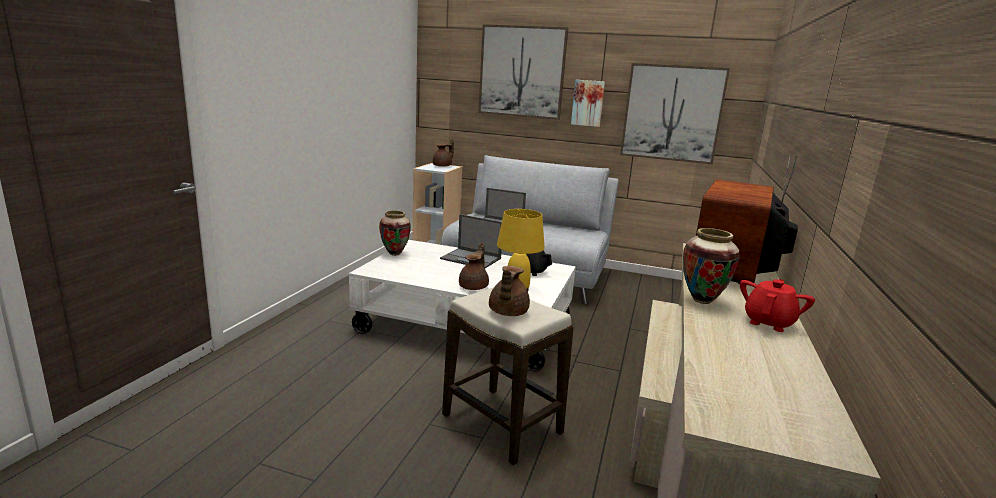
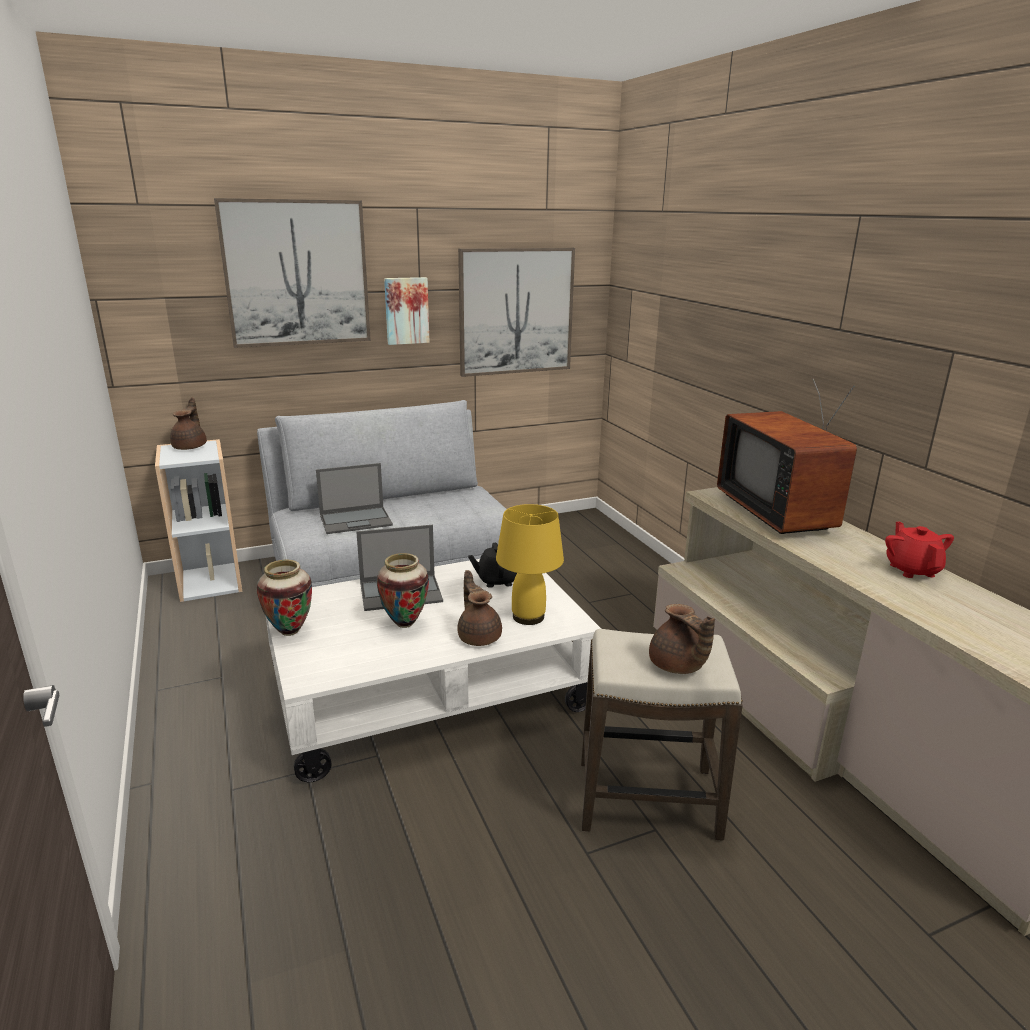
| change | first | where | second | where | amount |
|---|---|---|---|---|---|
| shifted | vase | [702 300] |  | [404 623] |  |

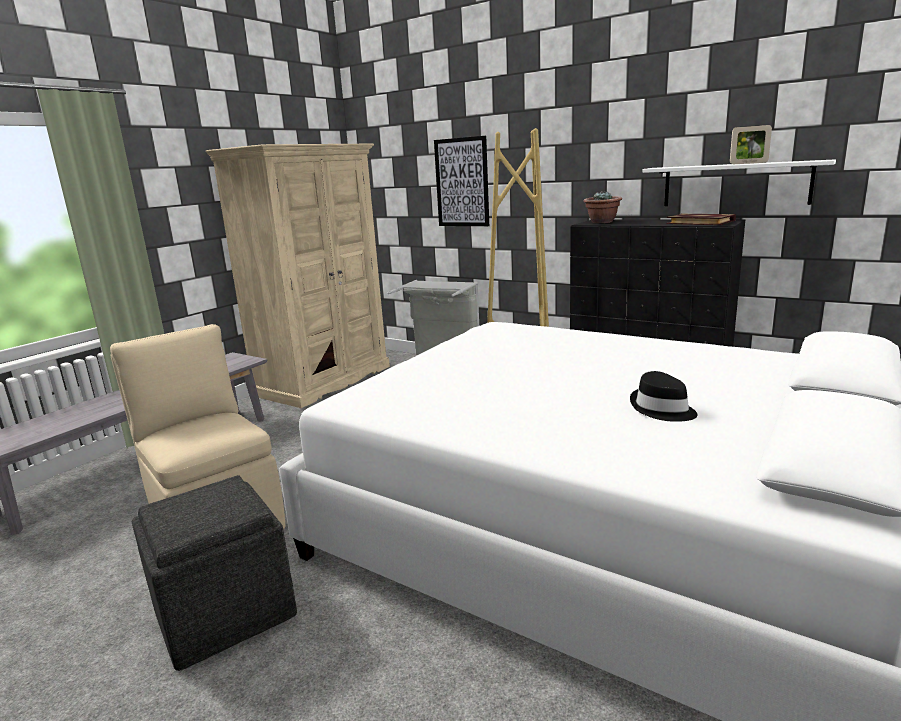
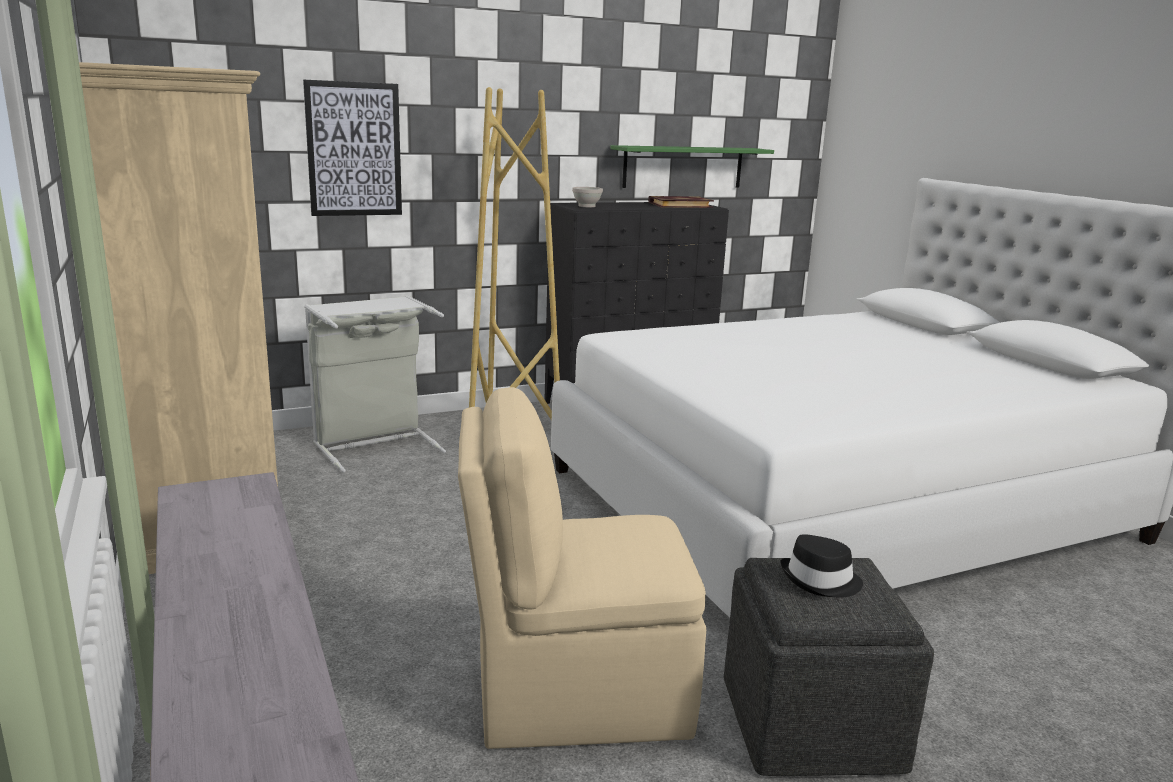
| change | first | where | second | where | amount |
|---|---|---|---|---|---|
| gone | picture frame | [748 163] |  |  |  |
| repainted | shelf in white | [735 184] | shelf in green | [683 167] |  |
| swapped | potted plant | [602 222] | bowl in white | [587 206] |  |
| shifted | hat in black | [662 409] |  | [821 581] |  |

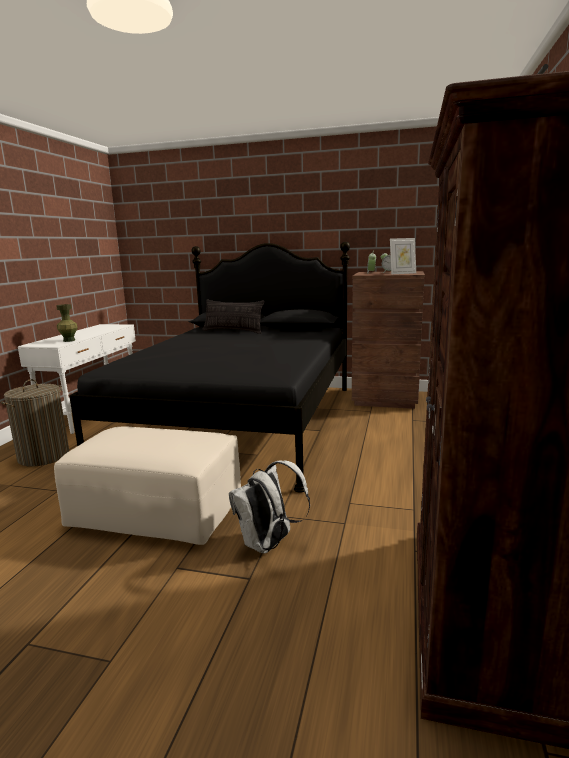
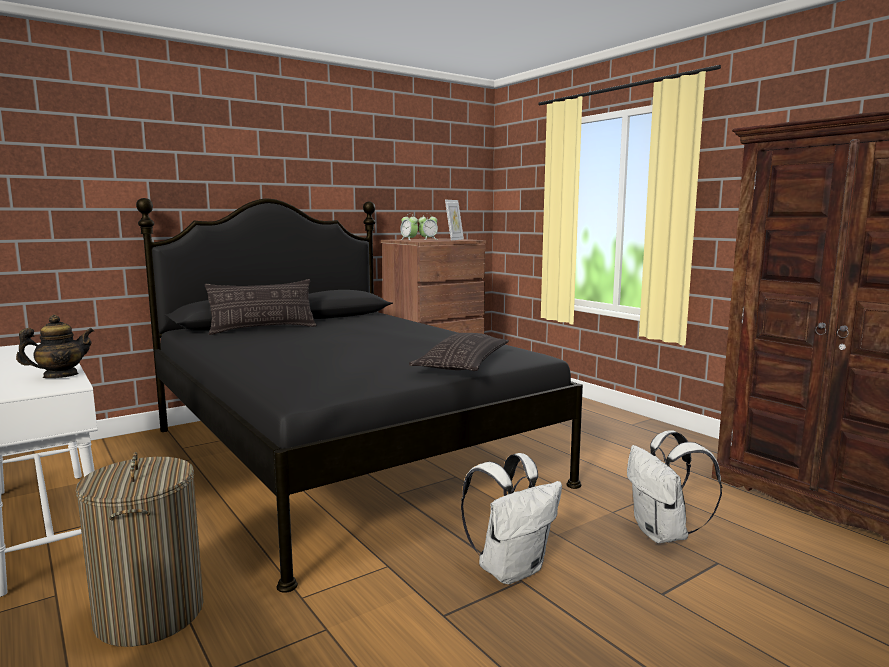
| change | first | where | second | where | amount |
|---|---|---|---|---|---|
| swapped | vase in green | [69 340] | teapot | [60 376] |  |
| swapped | ottoman in beige | [157 510] | backpack in white | [511 569] |  |
| new |  |  | pillow | [462 363] |  |

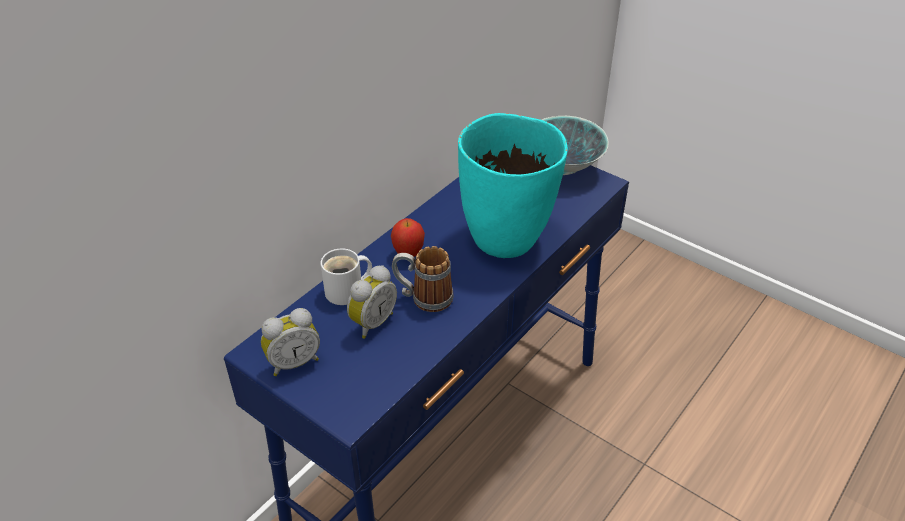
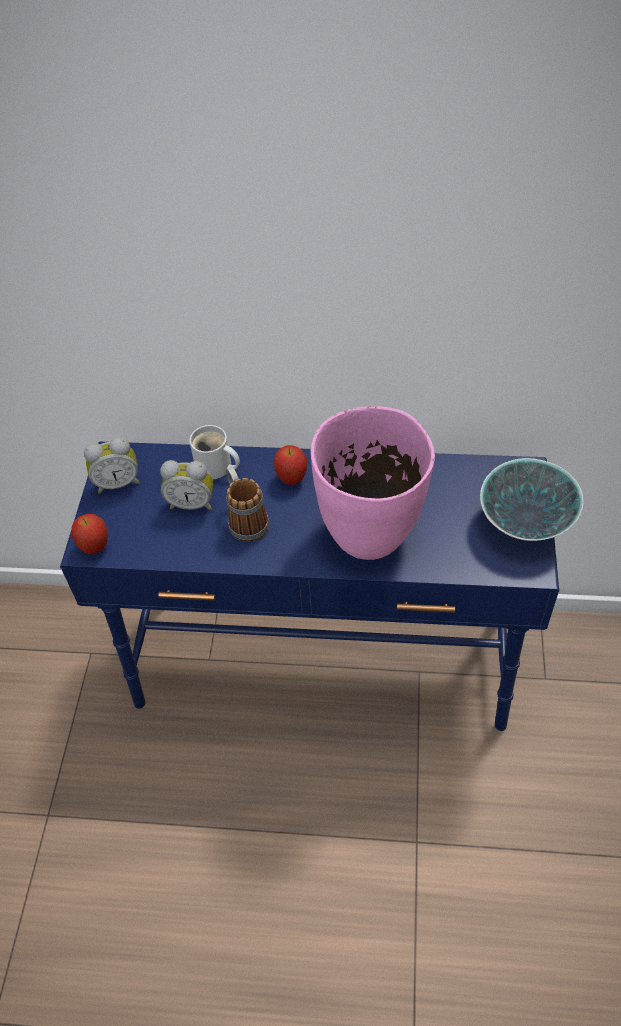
| change | first | where | second | where | amount |
|---|---|---|---|---|---|
| repainted | vase in turquoise | [506 238] | vase in pink | [371 535] |  |
| rotated | alarm clock | [293 362] |  | [118 482] | 45 degrees counterclockwise |
| new |  |  | apple | [95 547] |  |

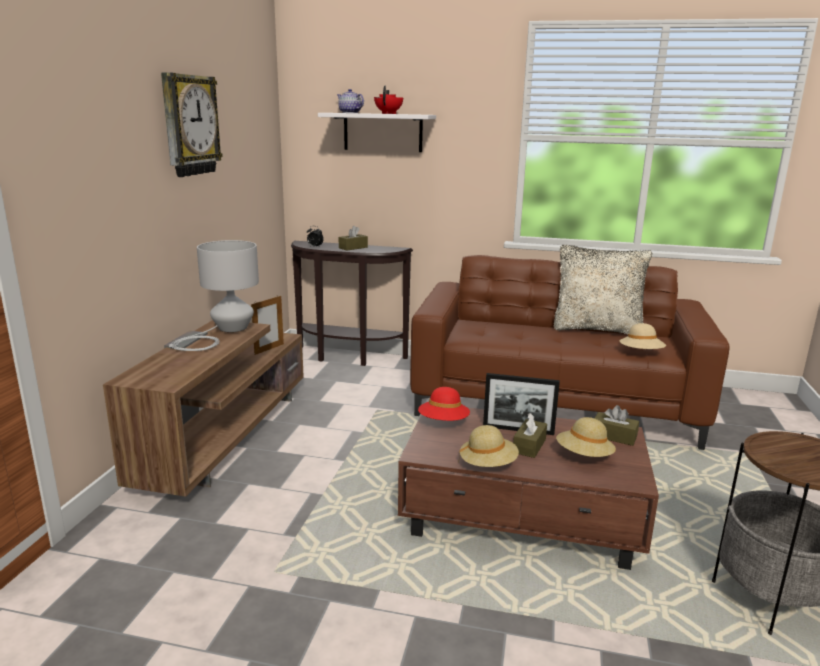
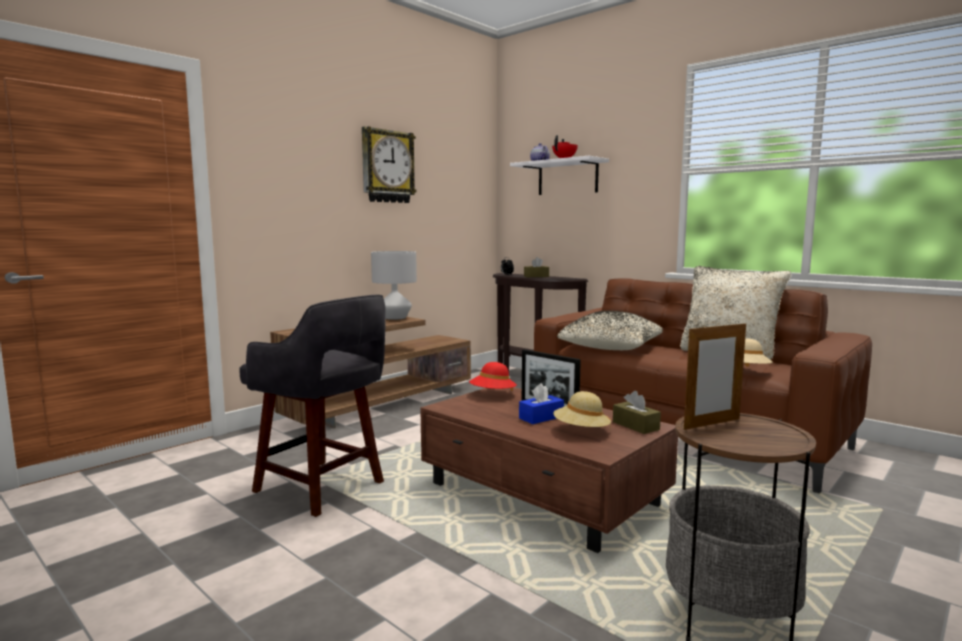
| change | first | where | second | where | amount |
|---|---|---|---|---|---|
| shifted | picture frame | [269 349] |  | [712 424] |  |
| repainted | tissue box in brown | [529 446] | tissue box in blue | [541 417] |  |
| gone | hat in beige | [488 464] |  |  |  |
| new |  |  | stool in grey | [322 489] |  |
| new |  |  | pillow in beige | [611 346] |  |

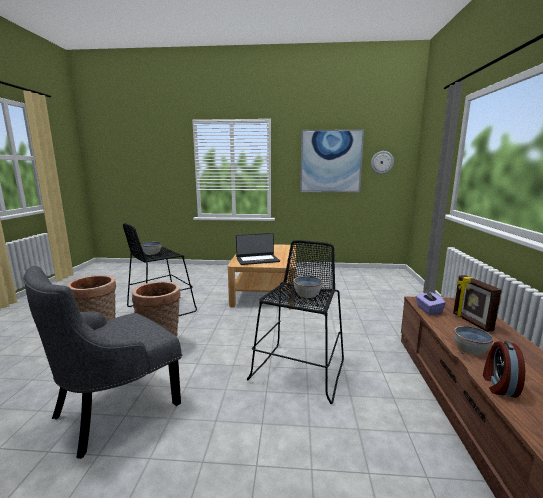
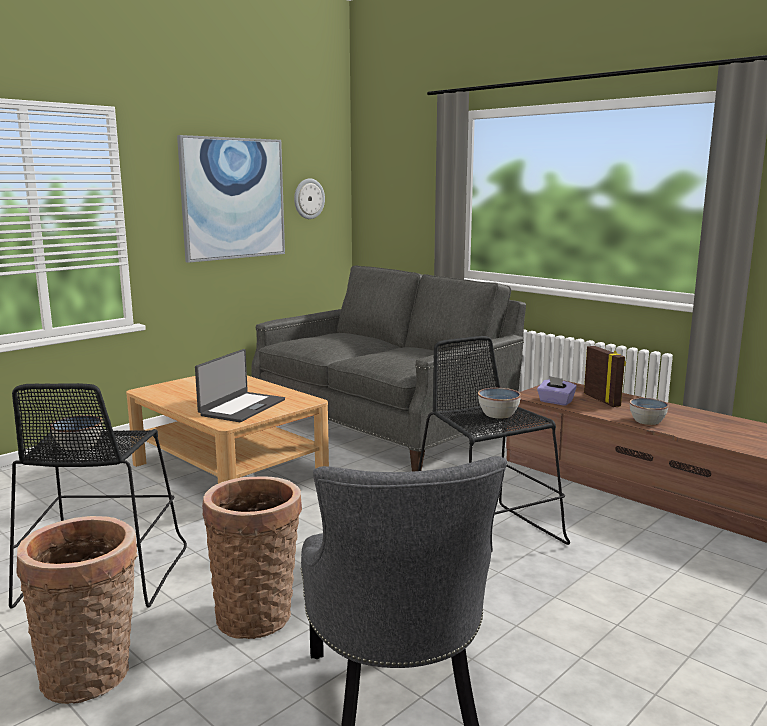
| change | first | where | second | where | amount |
|---|---|---|---|---|---|
| rotated | picture frame | [471 322] |  | [602 400] | 135 degrees counterclockwise |
| gone | alarm clock | [498 385] |  |  |  |
| new |  |  | sofa in grey | [384 423] |  |

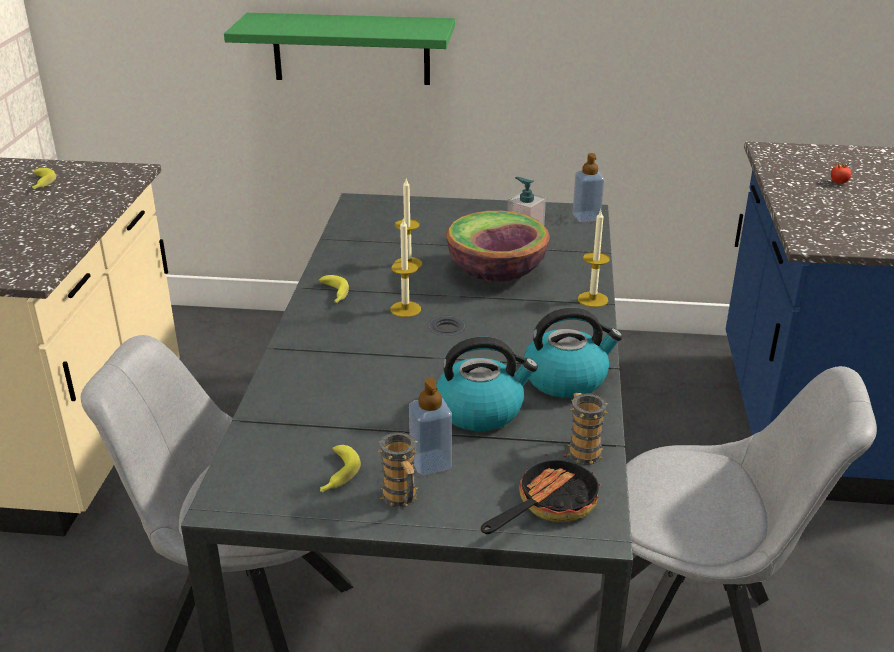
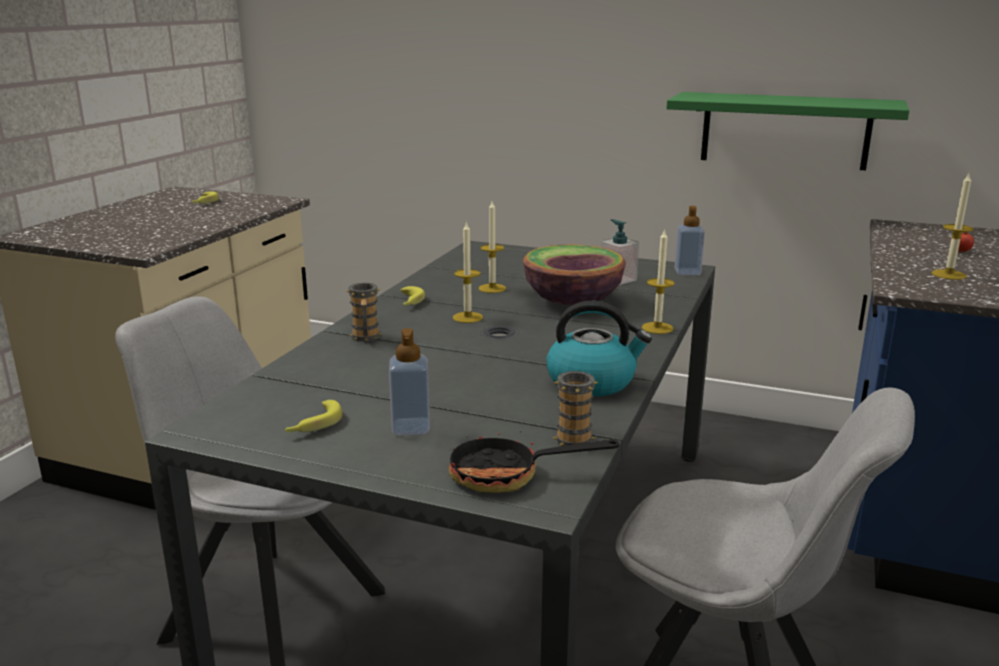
| change | first | where | second | where | amount |
|---|---|---|---|---|---|
| shifted | shelf in green | [351 49] |  | [784 130] |  |
| gone | kettle | [481 410] |  |  |  |
| shifted | mug | [402 500] |  | [365 338] |  |
| rotated | frying pan | [548 505] |  | [508 475] | 150 degrees counterclockwise |
| new |  |  | candle | [948 274] |  |

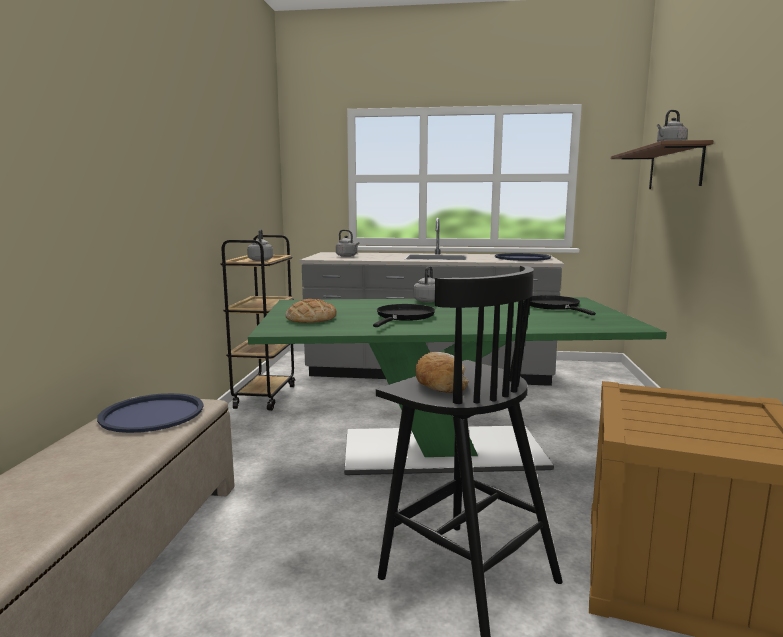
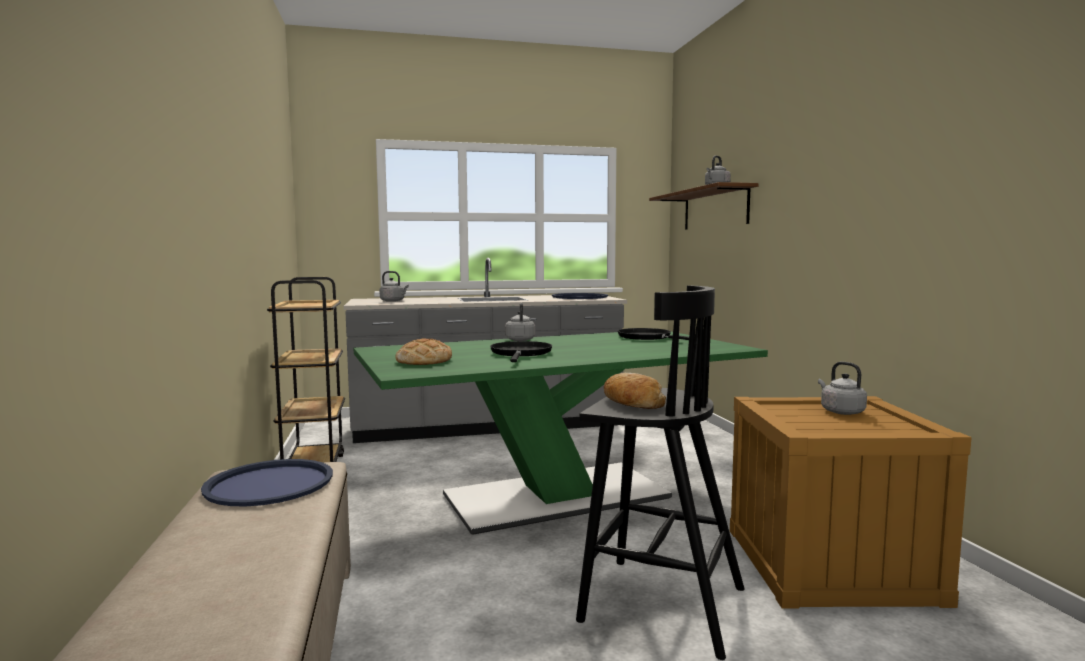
| change | first | where | second | where | amount |
|---|---|---|---|---|---|
| shifted | kettle in grey | [260 260] |  | [840 411] |  |

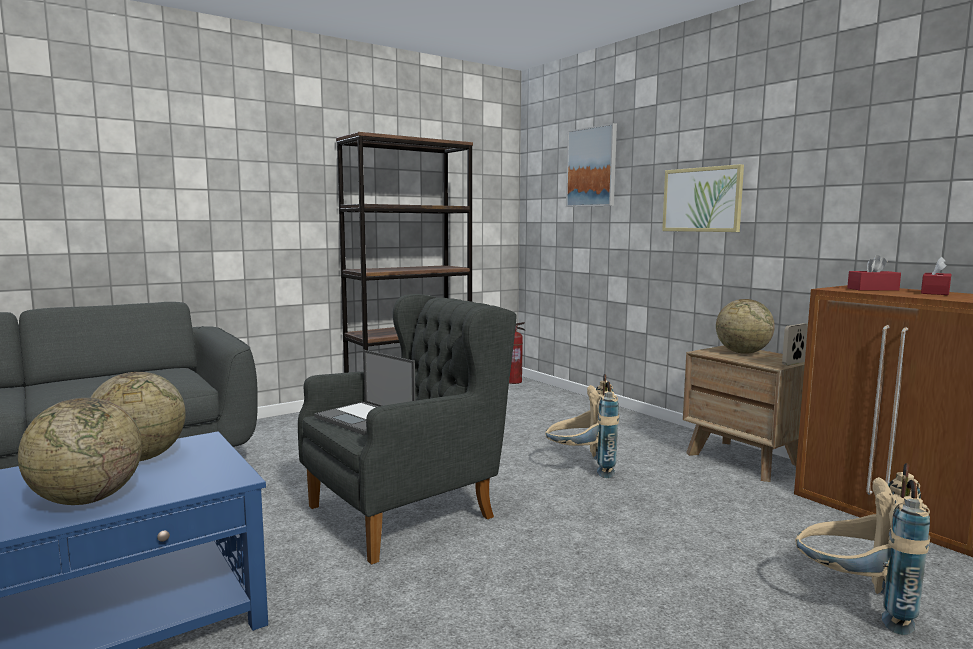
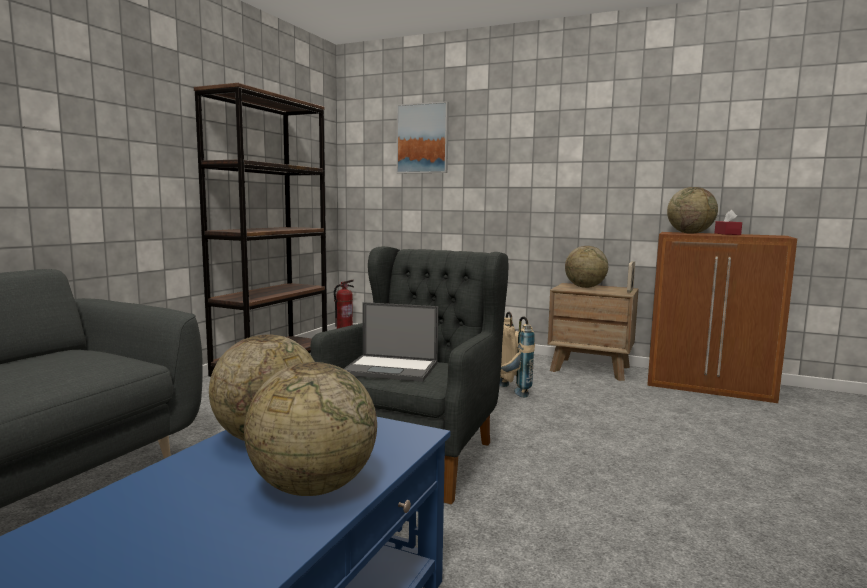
| change | first | where | second | where | amount |
|---|---|---|---|---|---|
| gone | picture | [702 199] |  |  |  |
| swapped | tissue box in red | [872 289] | globe | [690 233] |  |
| gone | backpack in beige | [855 603] |  |  |  |

